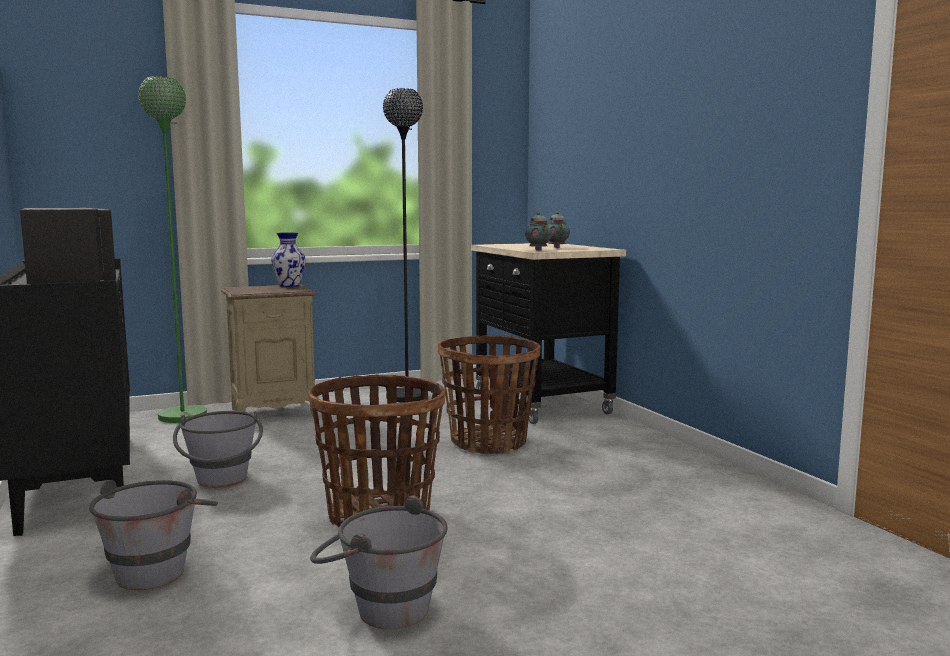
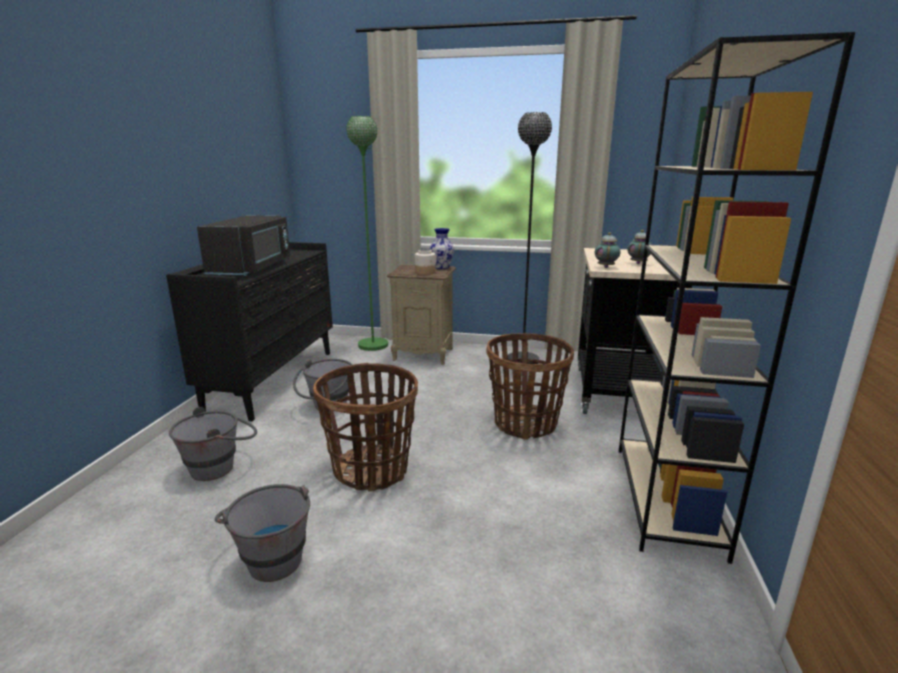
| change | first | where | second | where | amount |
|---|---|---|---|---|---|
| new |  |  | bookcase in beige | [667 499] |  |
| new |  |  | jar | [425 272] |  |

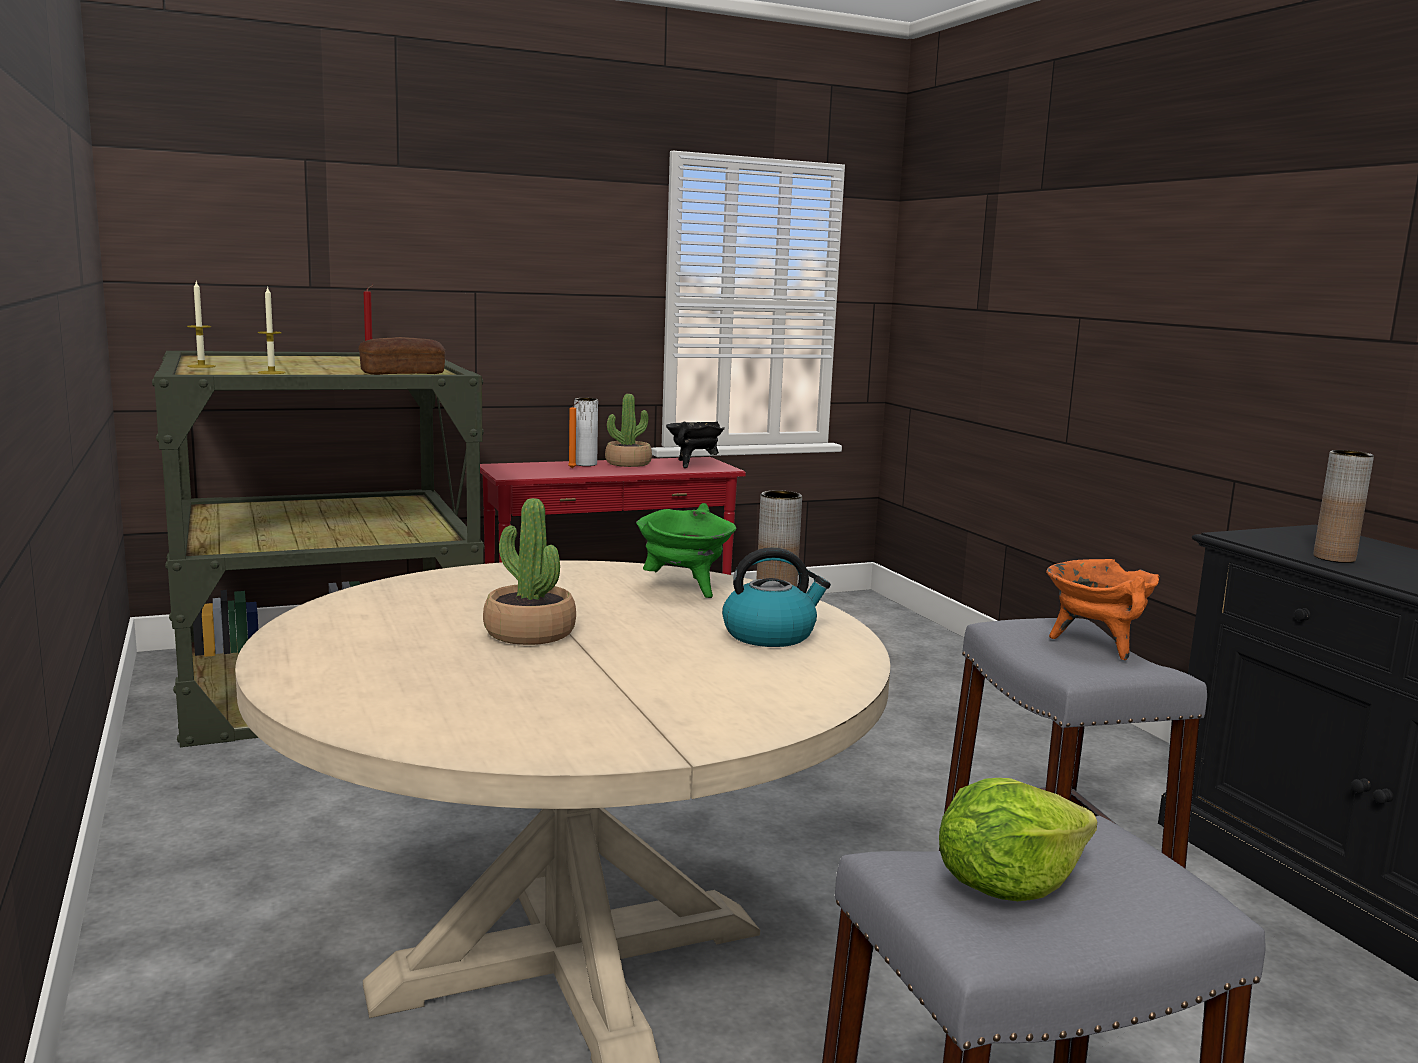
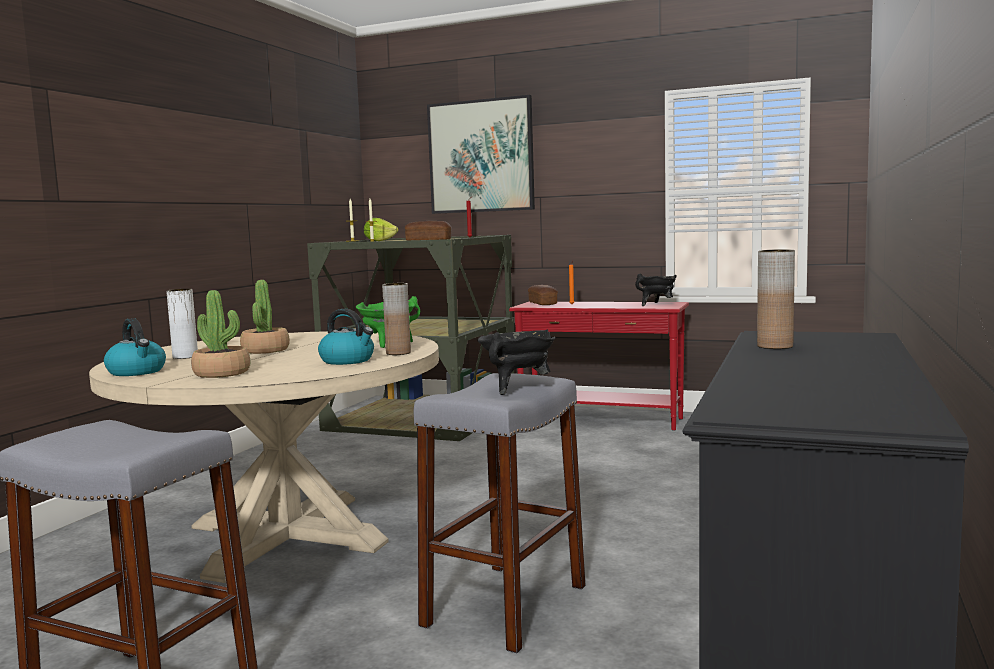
| change | first | where | second | where | amount |
|---|---|---|---|---|---|
| shifted | potted plant | [628 463] |  | [222 373] |  |
| shifted | vase in white | [585 464] |  | [185 357] |  |
| repainted | cooking pot in orange | [1096 644] | cooking pot in black | [517 388] |  |
| shifted | lettuce | [1007 886] |  | [380 241] |  |
| new |  |  | picture | [481 156] |  |
| new |  |  | bread | [542 303] |  |
| new |  |  | kettle | [137 372] |  |

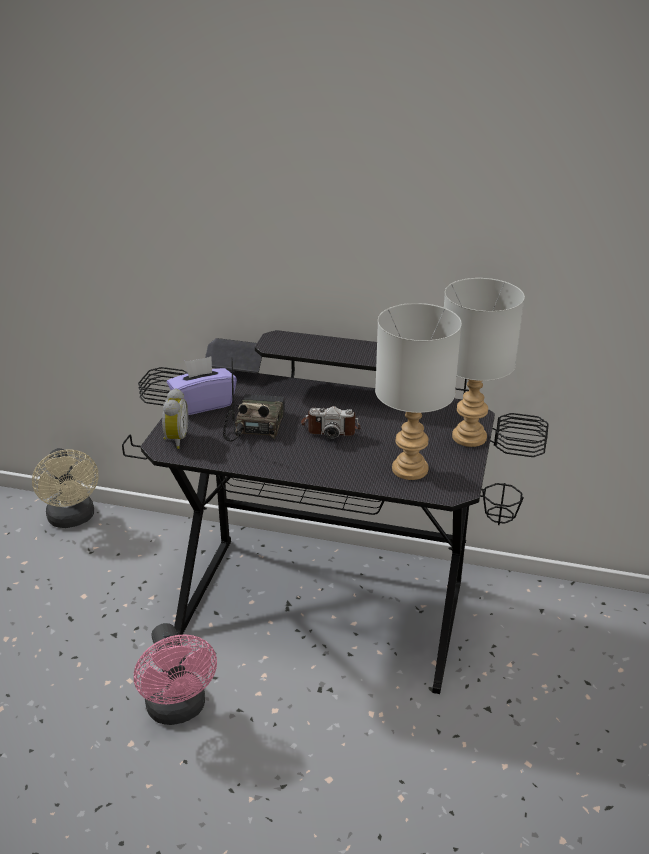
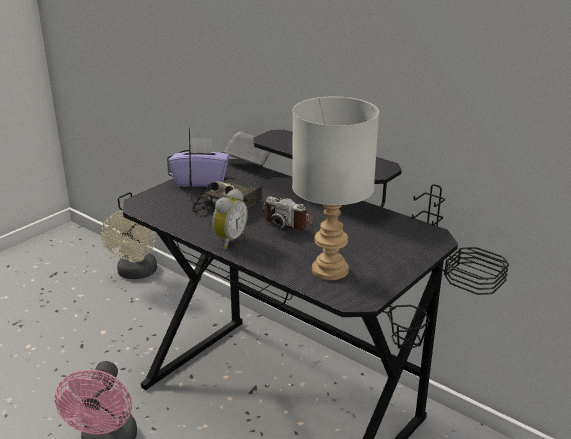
| change | first | where | second | where | amount |
|---|---|---|---|---|---|
| gone | table lamp in grey | [470 437] |  |  |  |
| shifted | alarm clock | [175 439] |  | [228 240] |  |

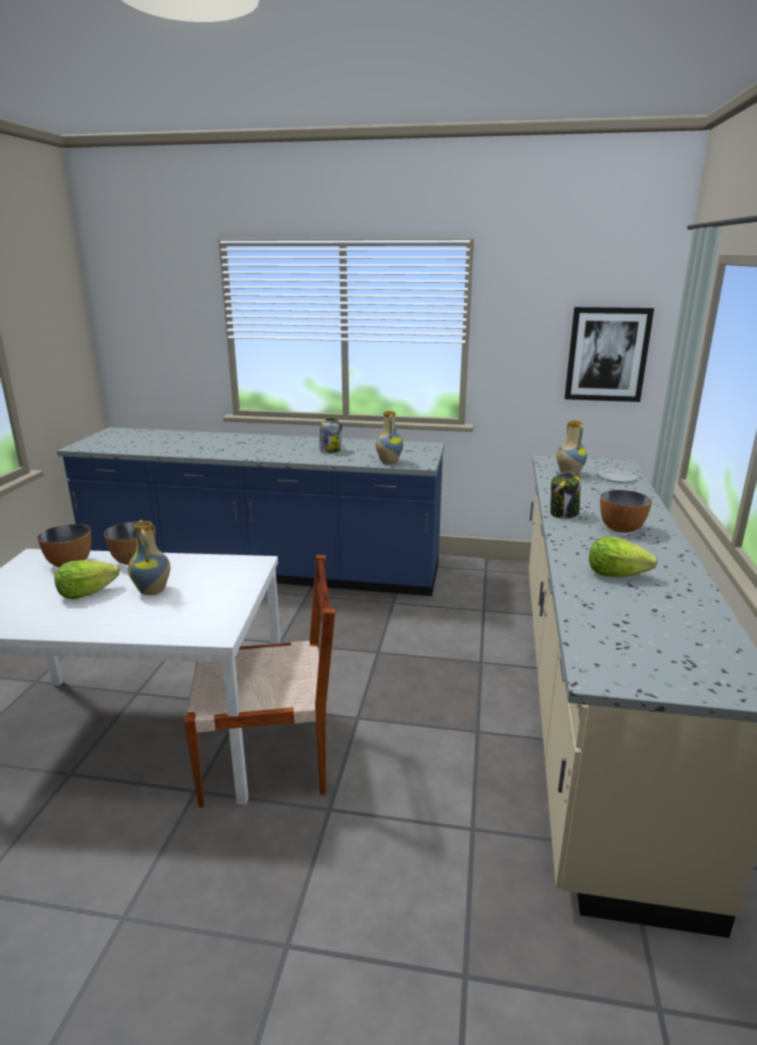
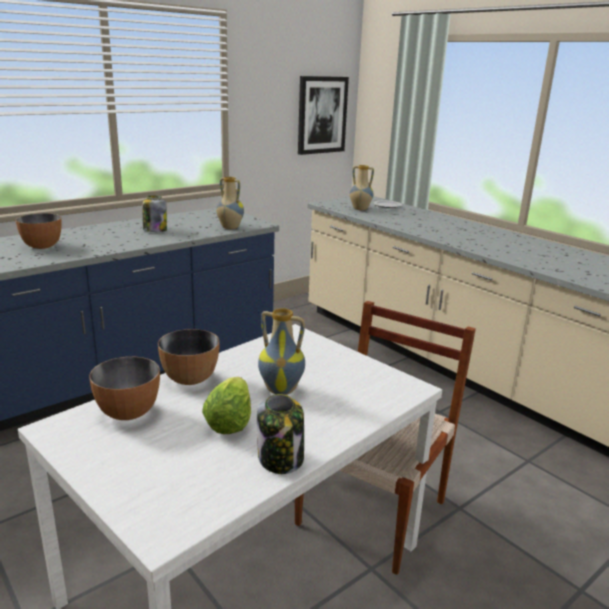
| change | first | where | second | where | amount |
|---|---|---|---|---|---|
| shifted | jar | [564 513] |  | [281 459] |  |
| shifted | bowl | [621 529] |  | [42 246] |  |
| gone | lettuce | [615 574] |  |  |  |

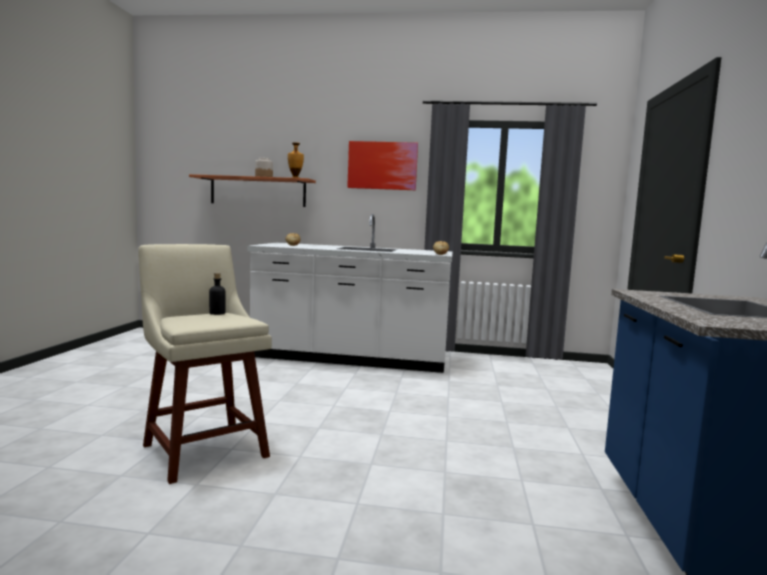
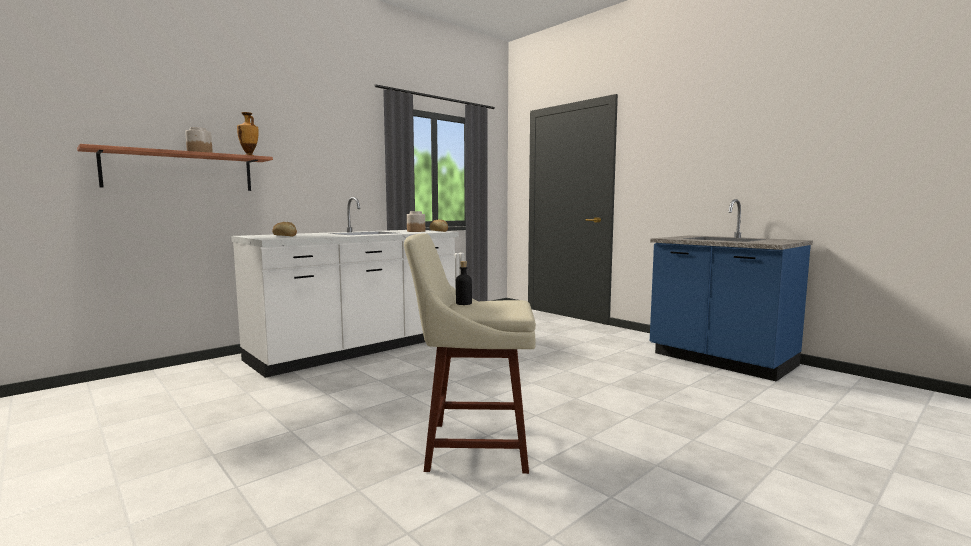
| change | first | where | second | where | amount |
|---|---|---|---|---|---|
| gone | picture | [382 165] |  |  |  |
| new |  |  | jar | [416 231] |  |

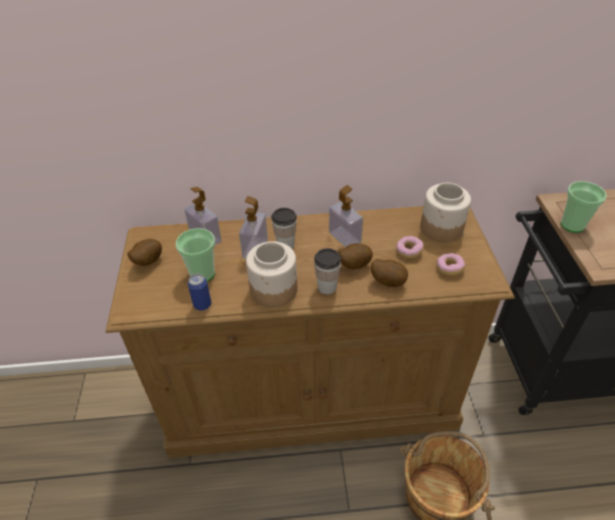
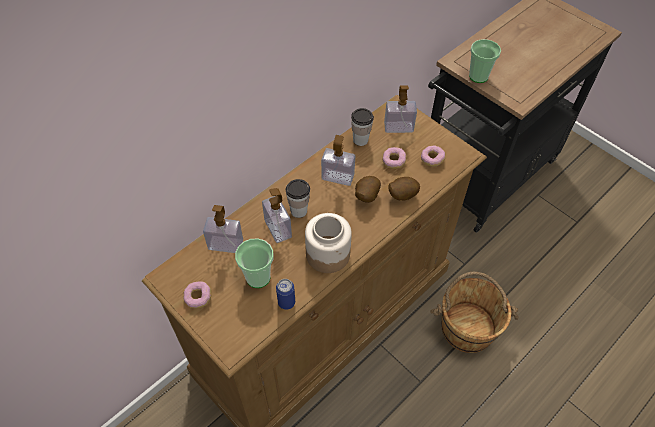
| change | first | where | second | where | amount |
|---|---|---|---|---|---|
| swapped | jar | [442 228] | soap dispenser | [398 127] |  |
| swapped | potato | [147 262] | donut | [198 297] |  |
| shifted | cup | [327 287] |  | [360 140] |  |

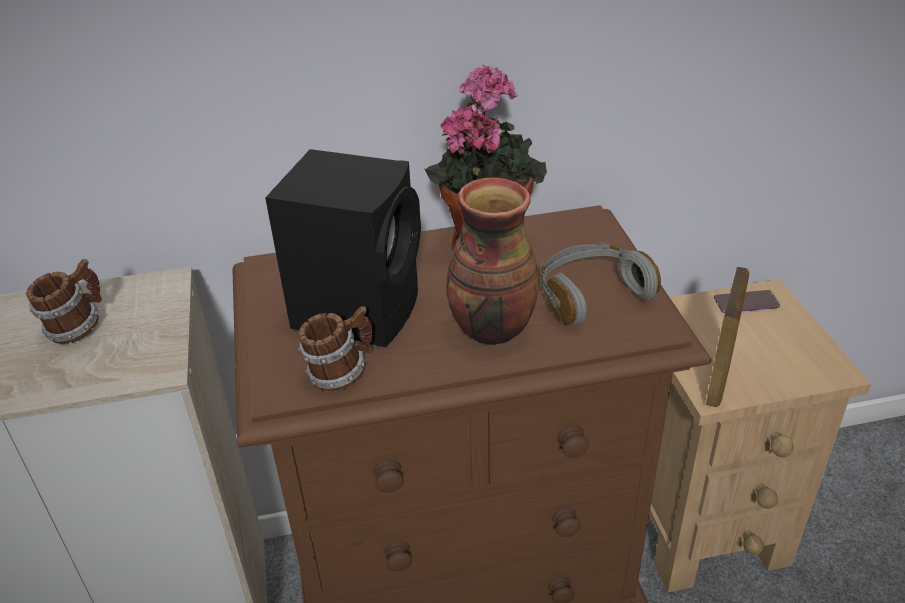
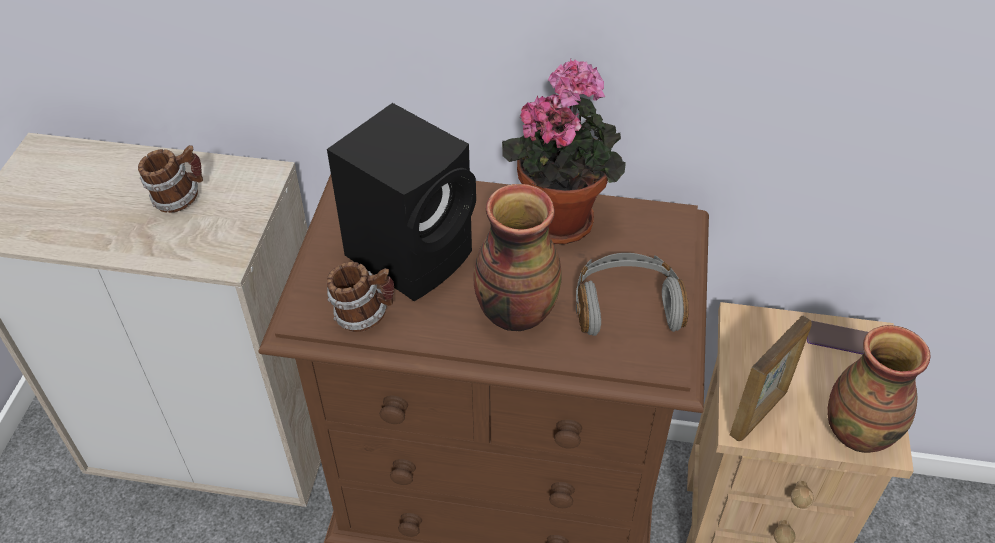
| change | first | where | second | where | amount |
|---|---|---|---|---|---|
| new |  |  | vase | [858 431] |  |

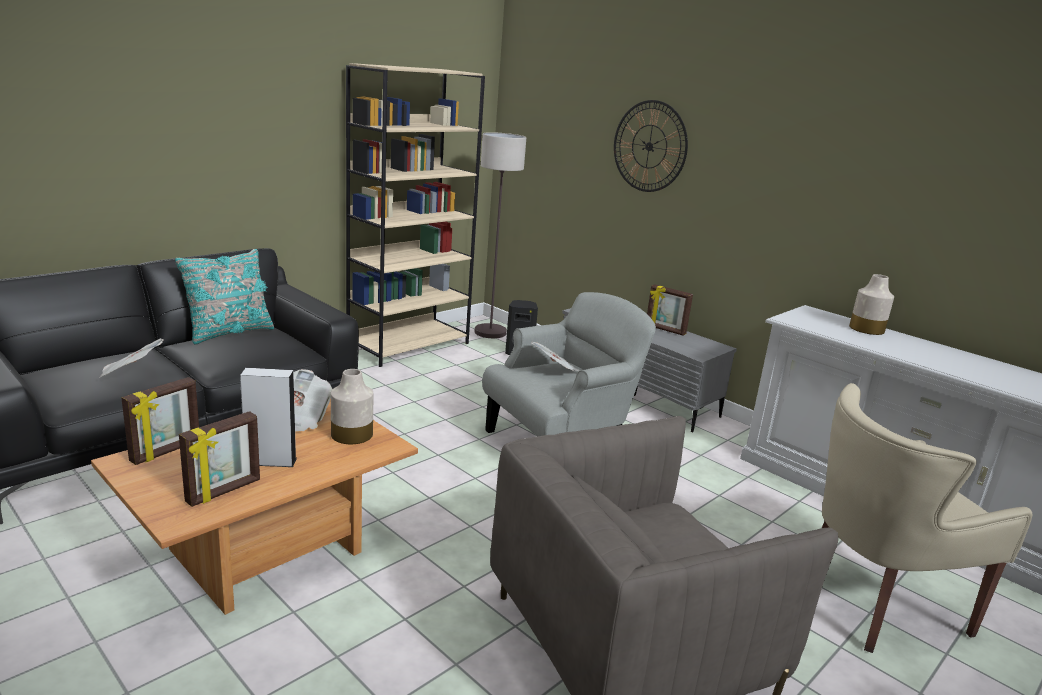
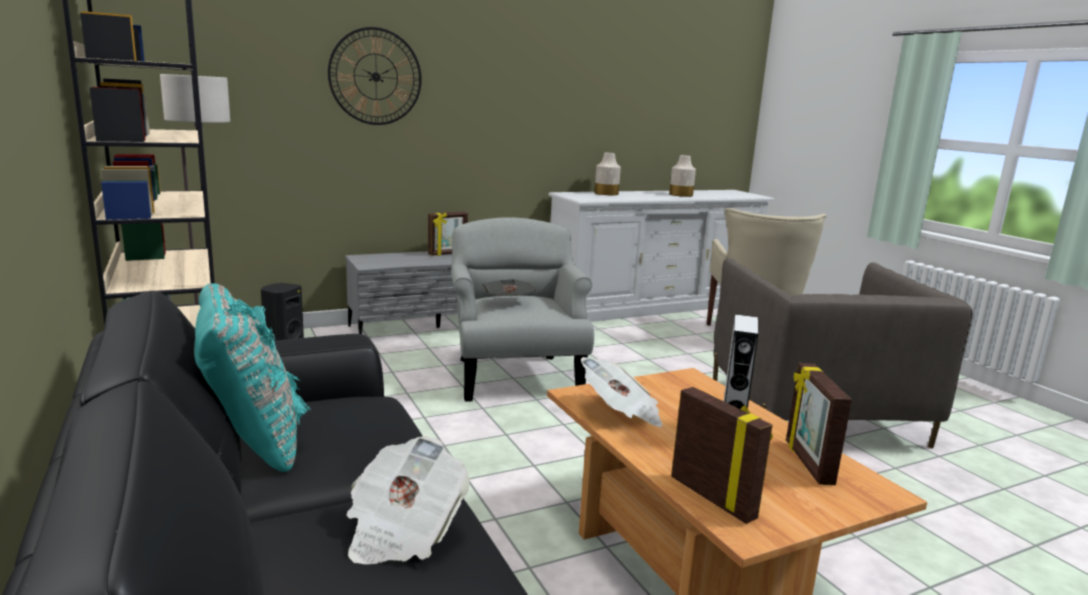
| change | first | where | second | where | amount |
|---|---|---|---|---|---|
| shifted | vase in beige | [352 434] |  | [680 194] |  |
| rotated | picture frame | [224 491] |  | [807 462] | 150 degrees counterclockwise |

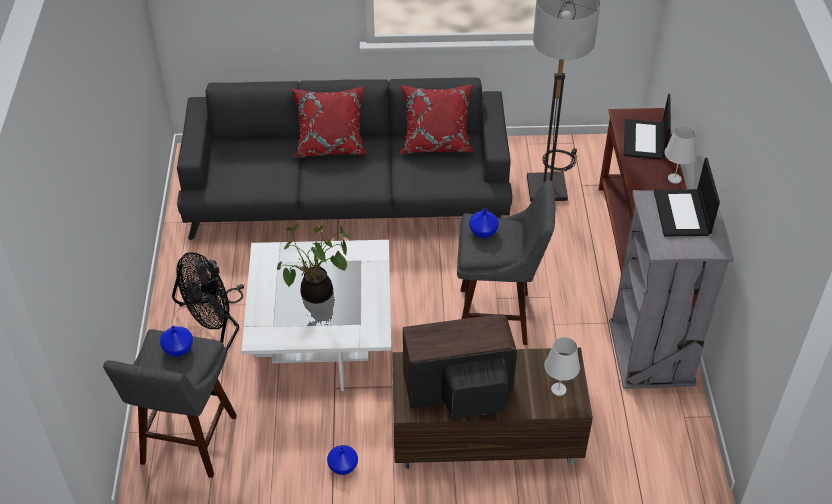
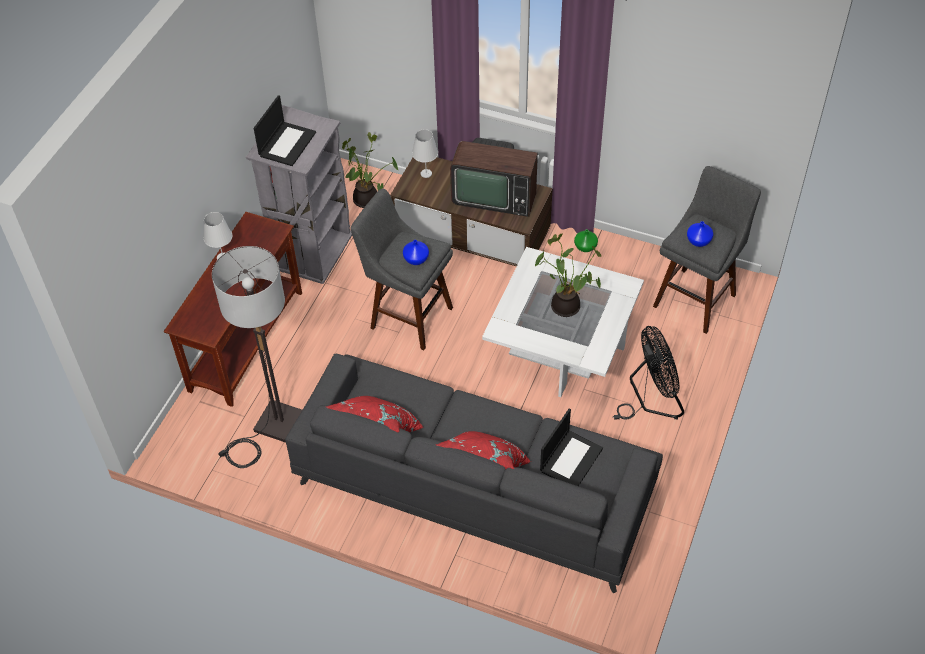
| change | first | where | second | where | amount |
|---|---|---|---|---|---|
| shifted | laptop | [644 140] |  | [571 459] |  |
| repainted | vase in blue | [342 466] | vase in green | [586 247] |  |
| new |  |  | potted plant | [368 199] |  |

